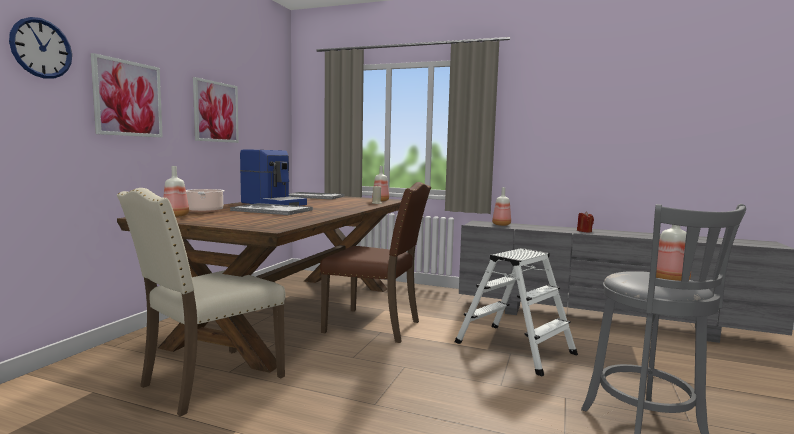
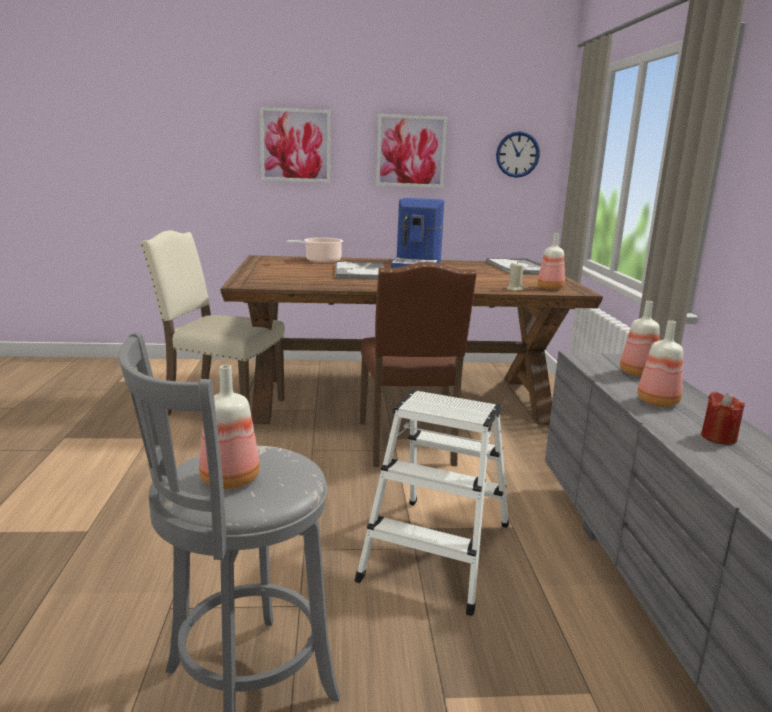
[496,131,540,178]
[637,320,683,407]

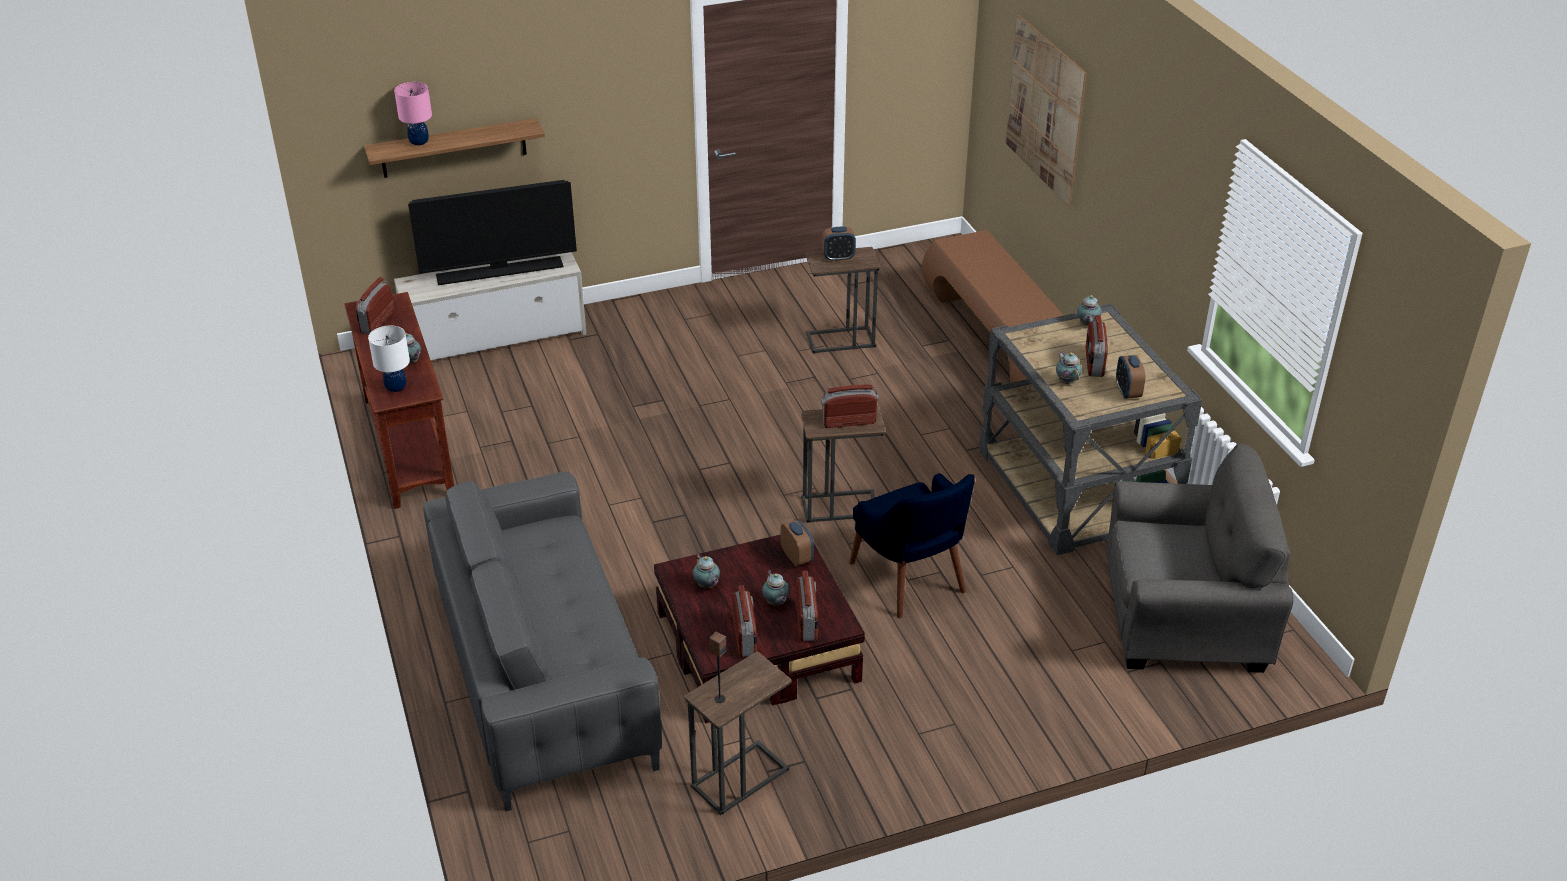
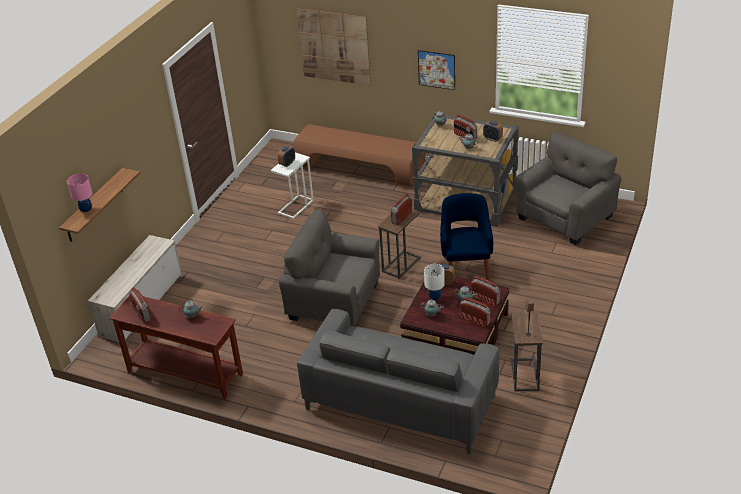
[271,153,314,219]
[279,210,380,327]
[418,50,455,90]
[424,264,445,300]
[440,193,493,281]
[408,180,577,285] (first image)

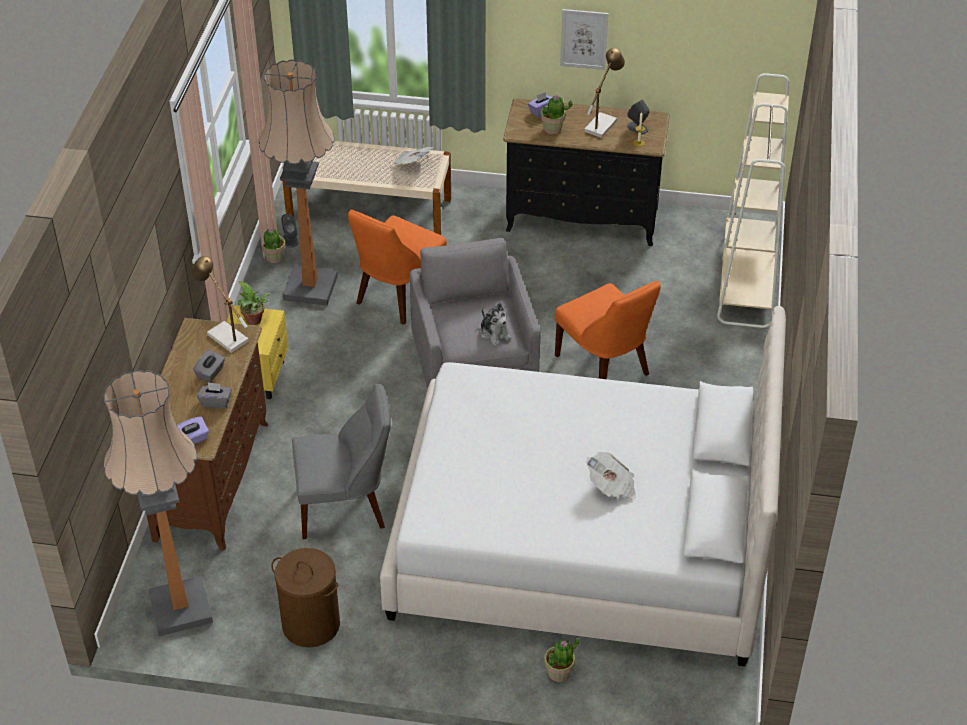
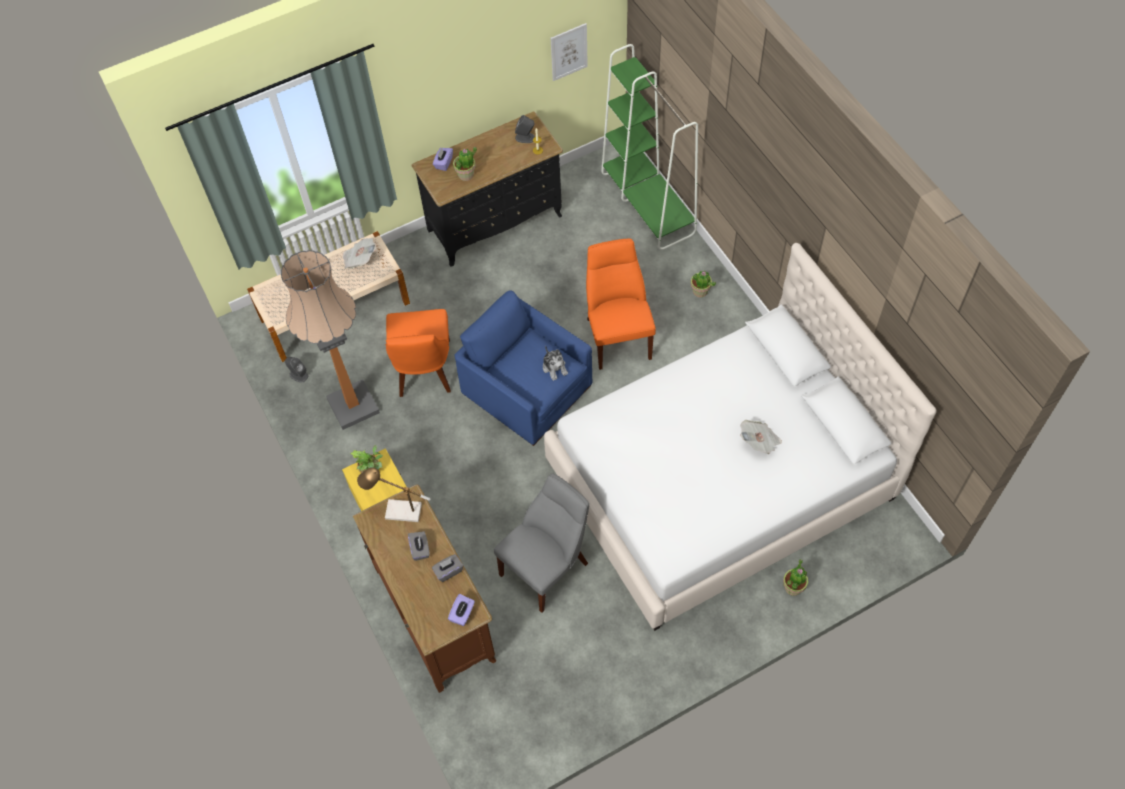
[455,290,592,446]
[543,345,568,381]
[551,23,588,81]
[586,239,656,370]
[601,44,698,250]
[691,270,716,297]
[103,370,213,636] (first image)
[271,548,340,647] (first image)
[584,48,625,138] (first image)

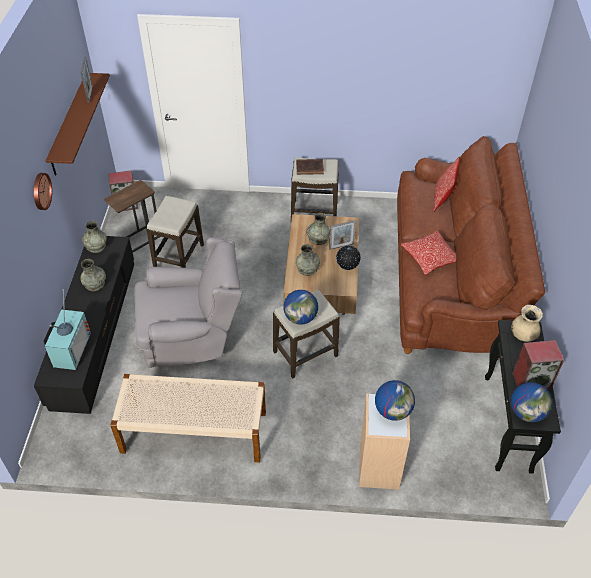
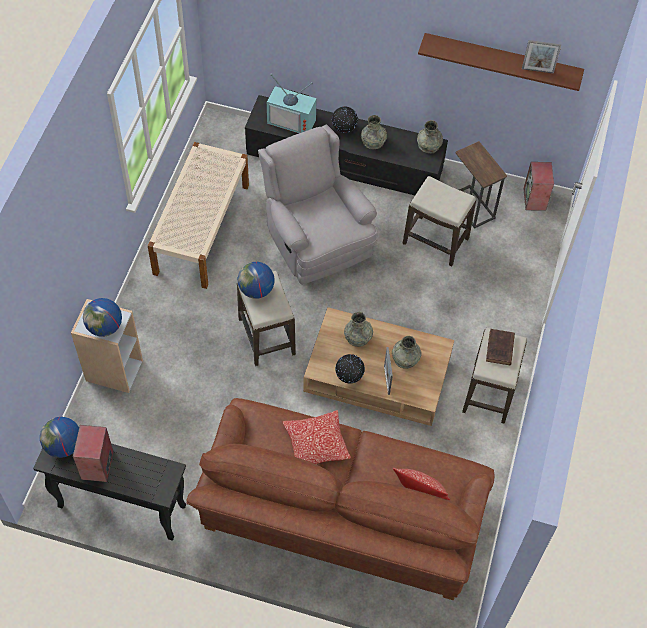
[258,125,377,285]
[332,106,358,133]
[34,173,52,210] (first image)
[511,305,543,342] (first image)

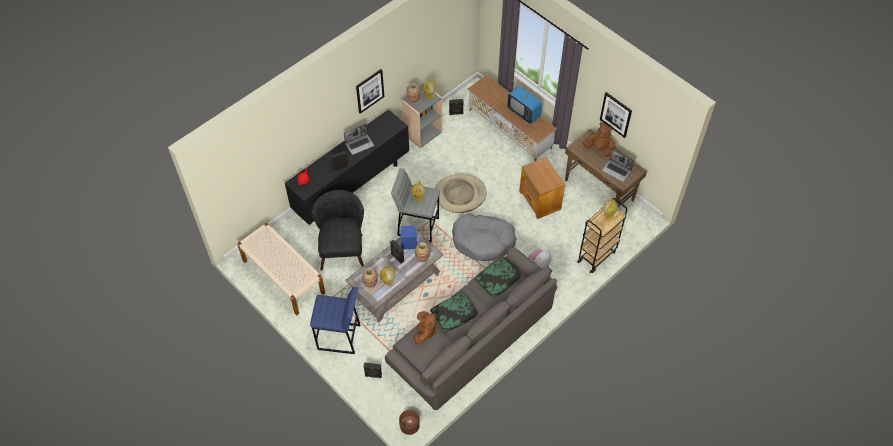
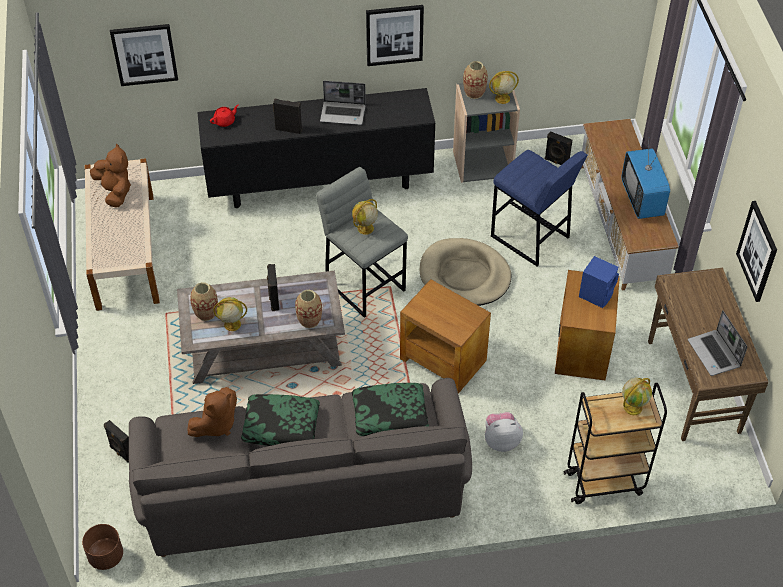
[90,143,131,207]
[110,24,178,86]
[400,279,491,394]
[491,150,587,266]
[579,256,619,308]
[311,190,364,270] (first image)

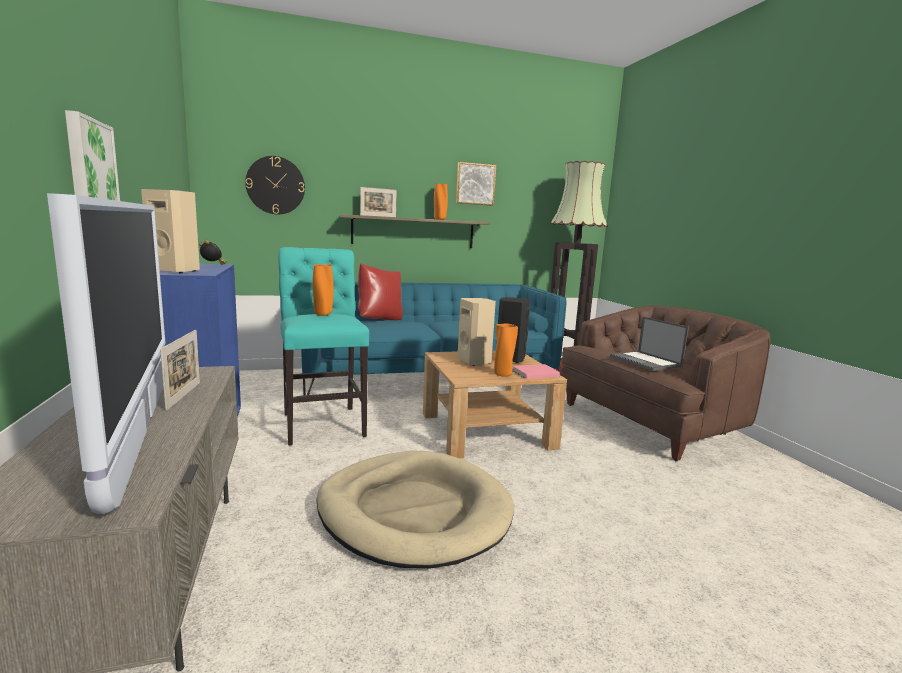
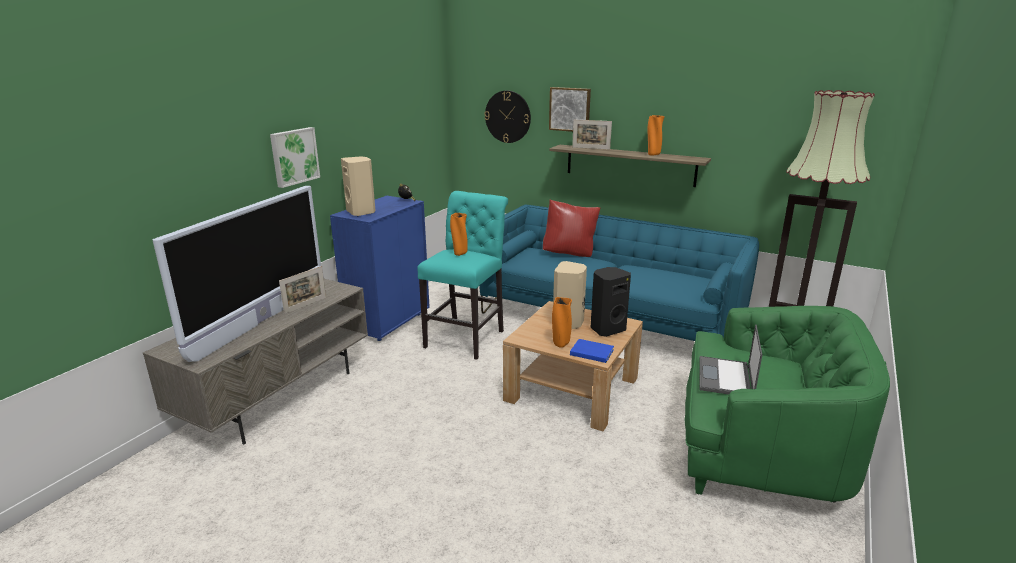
[549,87,591,132]
[570,339,614,363]
[684,306,890,502]
[316,451,514,568] (first image)

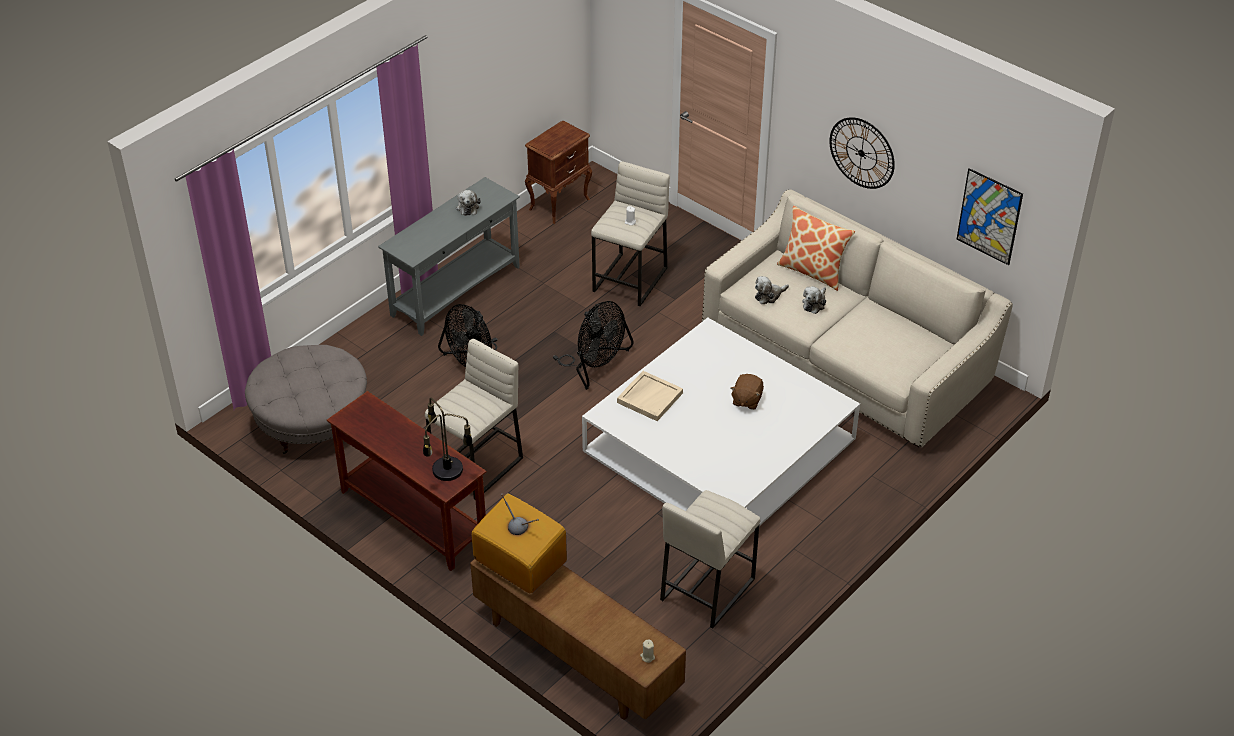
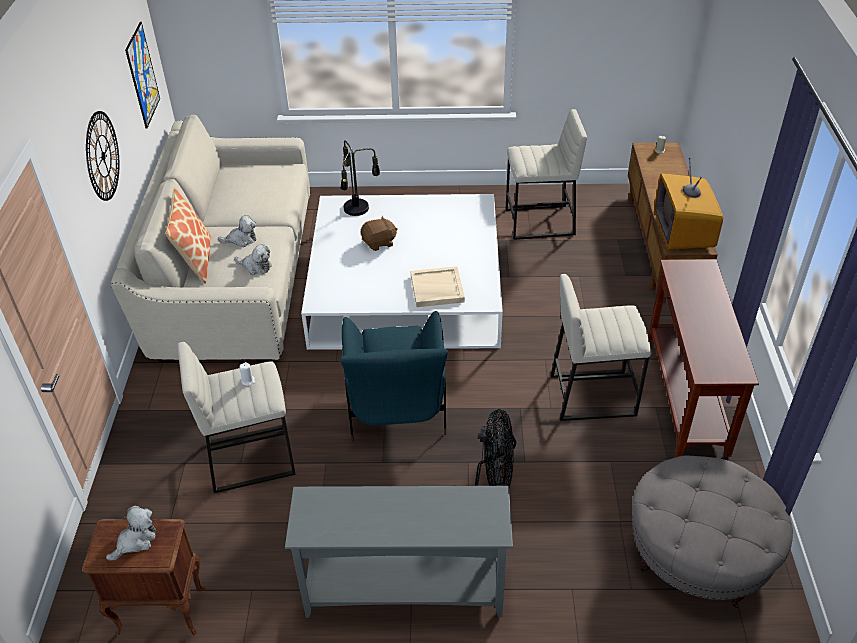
[106,506,156,561]
[340,311,448,442]
[341,140,380,216]

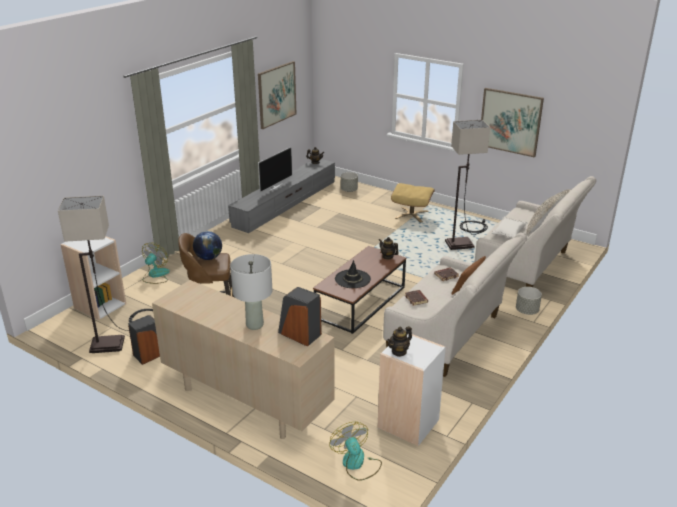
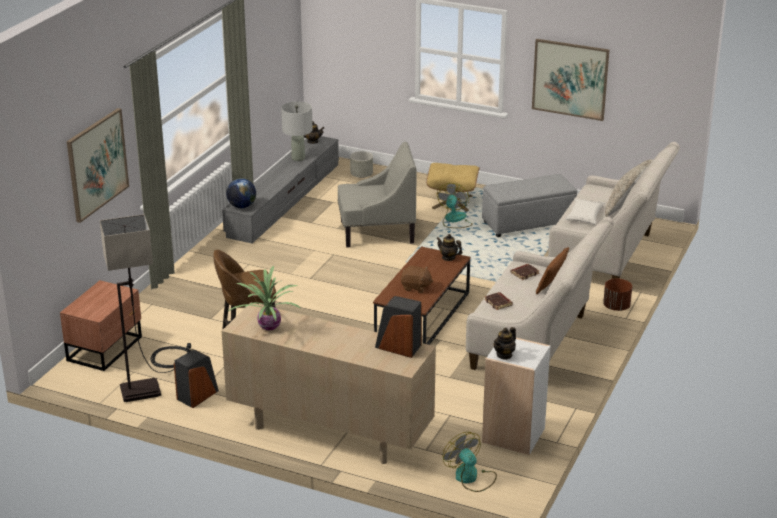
[60,280,142,371]
[67,108,129,223]
[226,178,256,208]
[229,266,301,331]
[281,101,313,161]
[338,142,417,248]
[401,266,433,293]
[437,183,472,228]
[482,174,577,237]
[603,278,632,311]
[258,147,293,192] (first image)

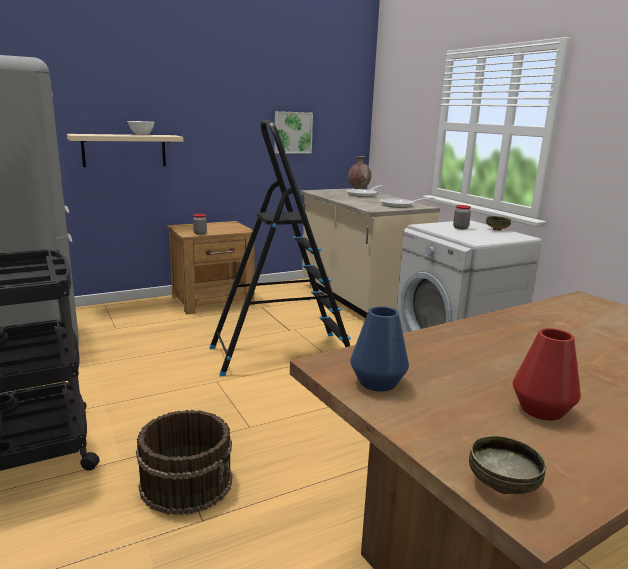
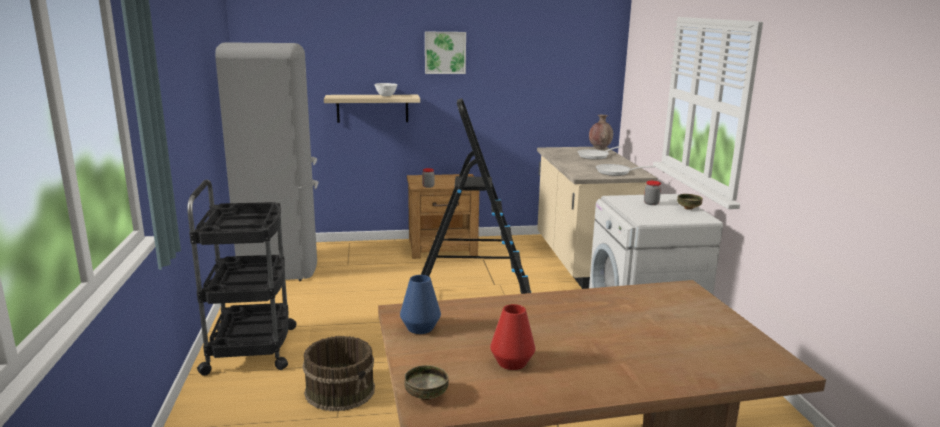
[425,32,466,74]

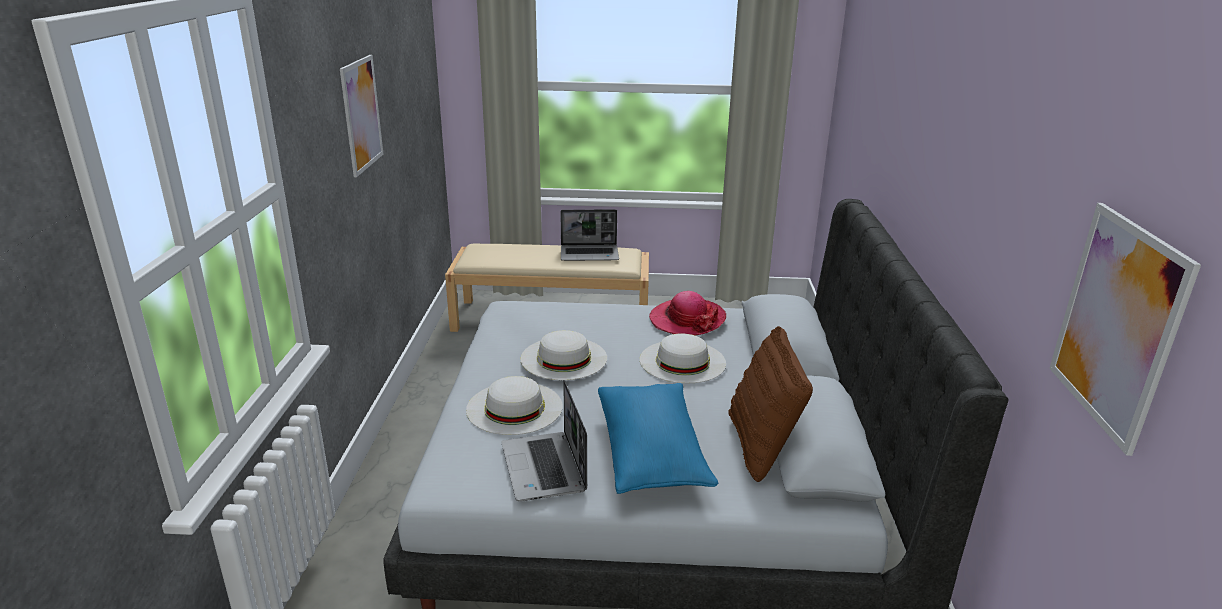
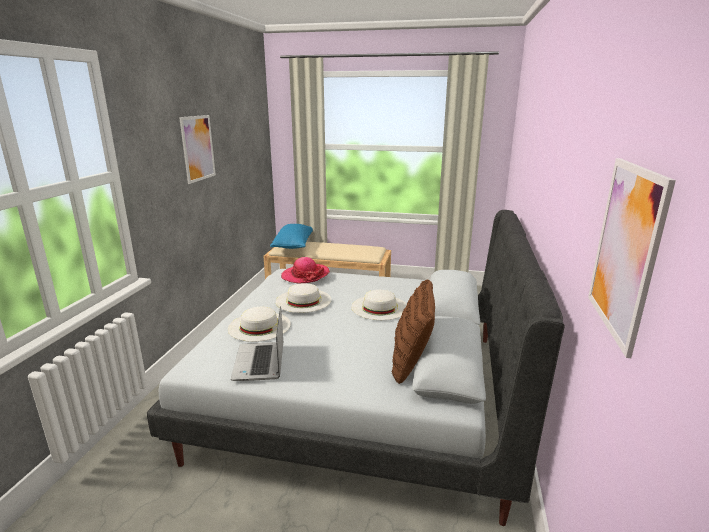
[270,224,313,249]
[281,257,330,284]
[560,210,619,261] (first image)

